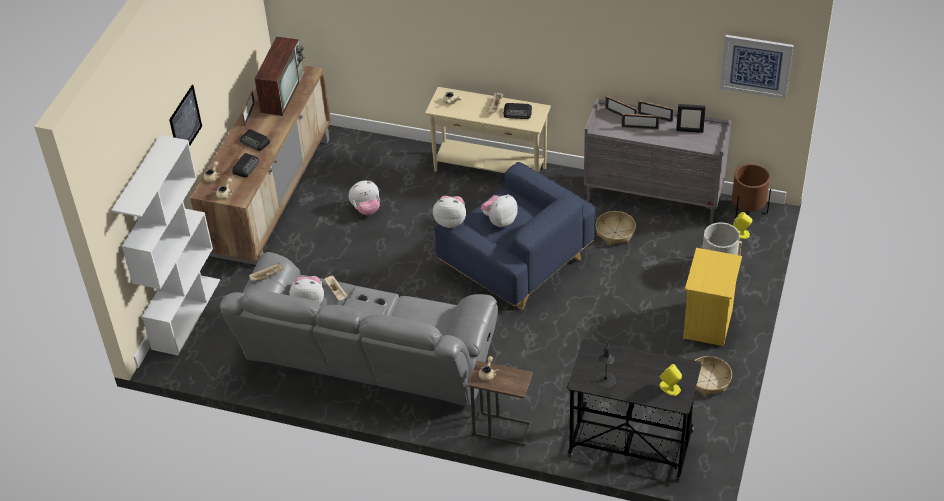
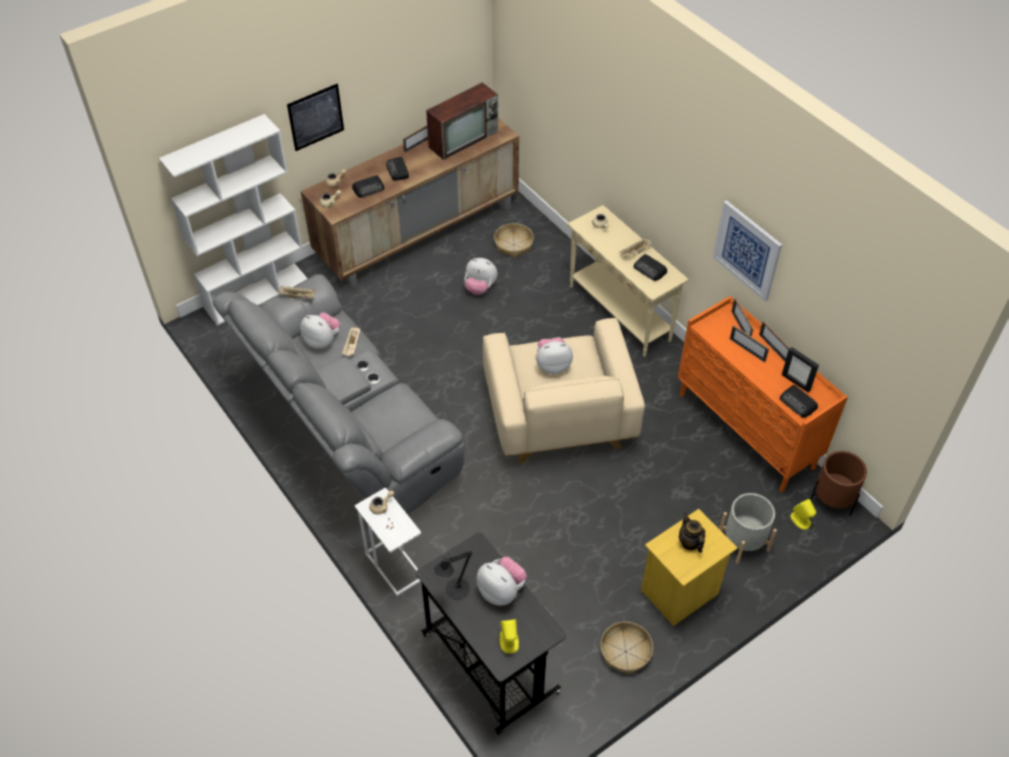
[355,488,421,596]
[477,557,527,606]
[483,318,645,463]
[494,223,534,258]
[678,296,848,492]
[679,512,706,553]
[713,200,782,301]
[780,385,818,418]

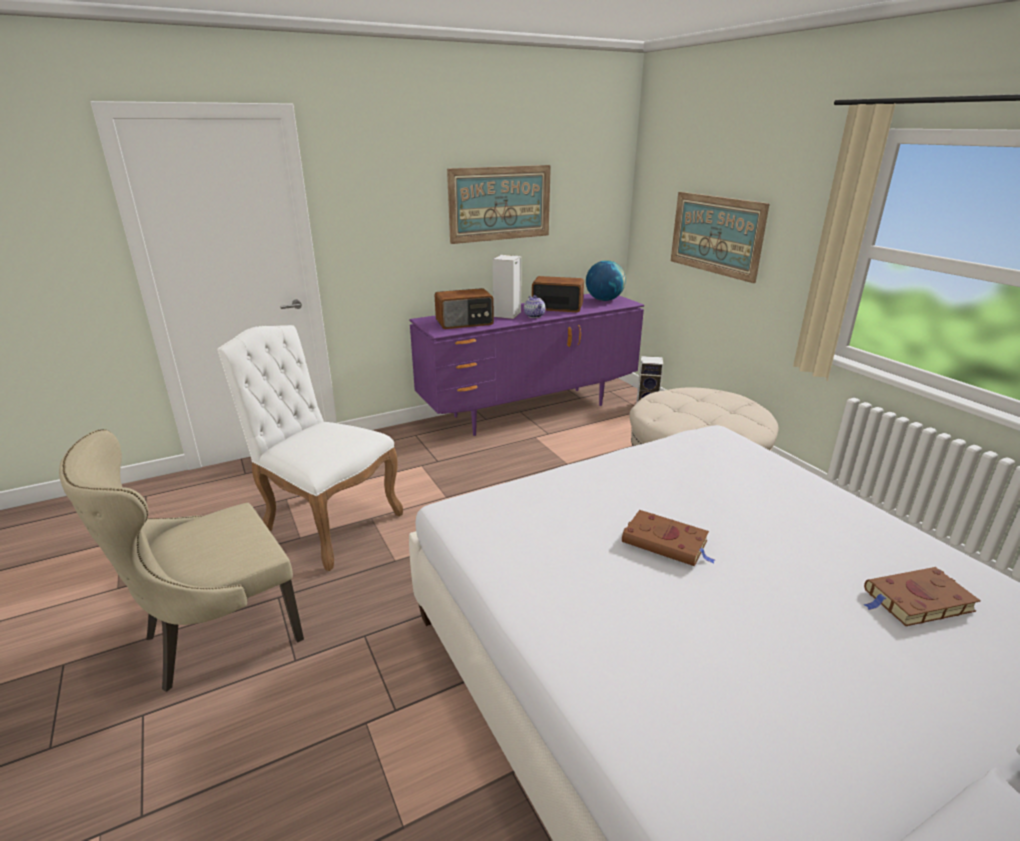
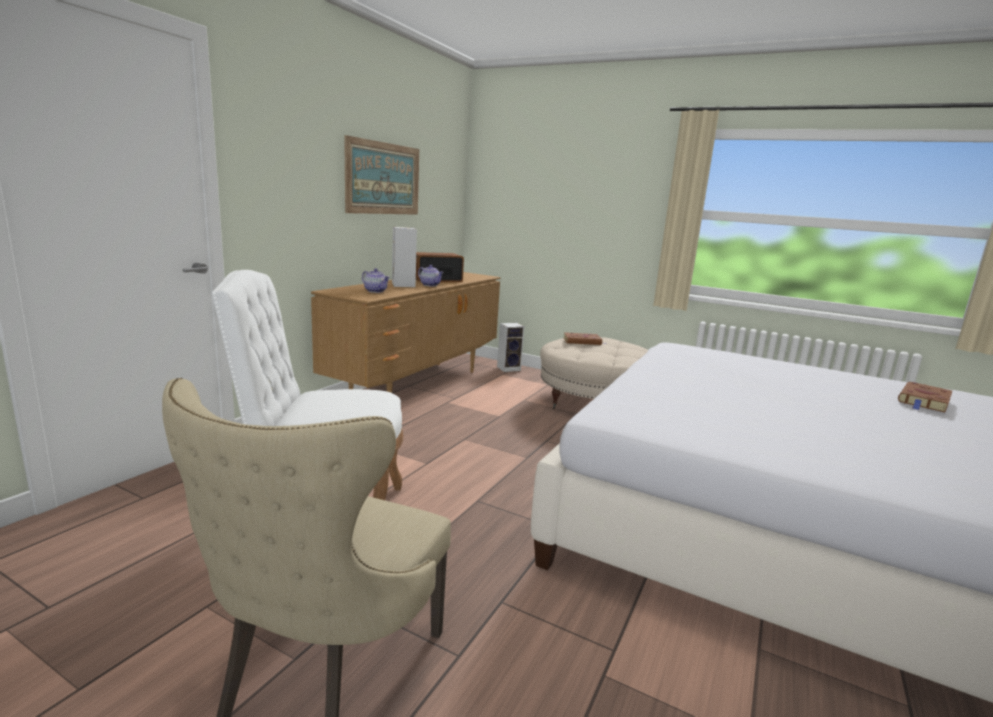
[311,272,500,393]
[362,268,390,293]
[564,332,606,345]
[586,260,626,301] (first image)
[671,192,769,283] (first image)

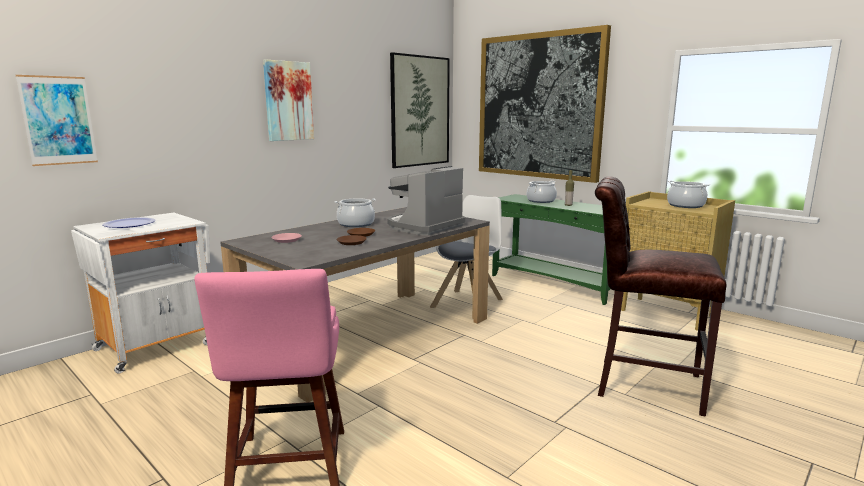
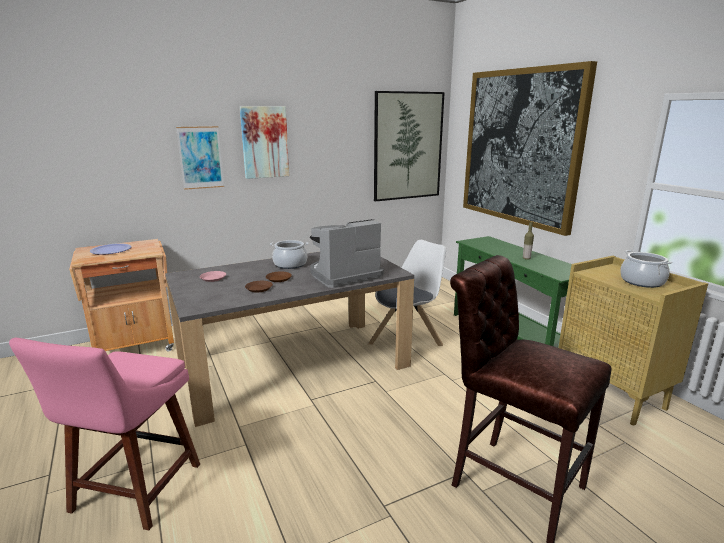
[69,239,174,352]
[176,126,224,190]
[527,181,557,203] (first image)

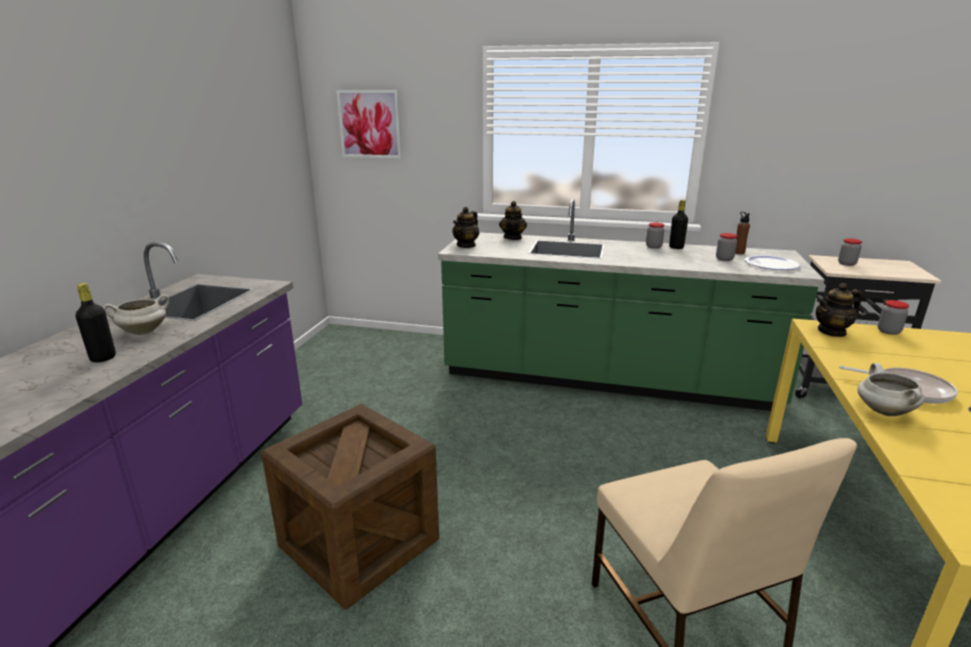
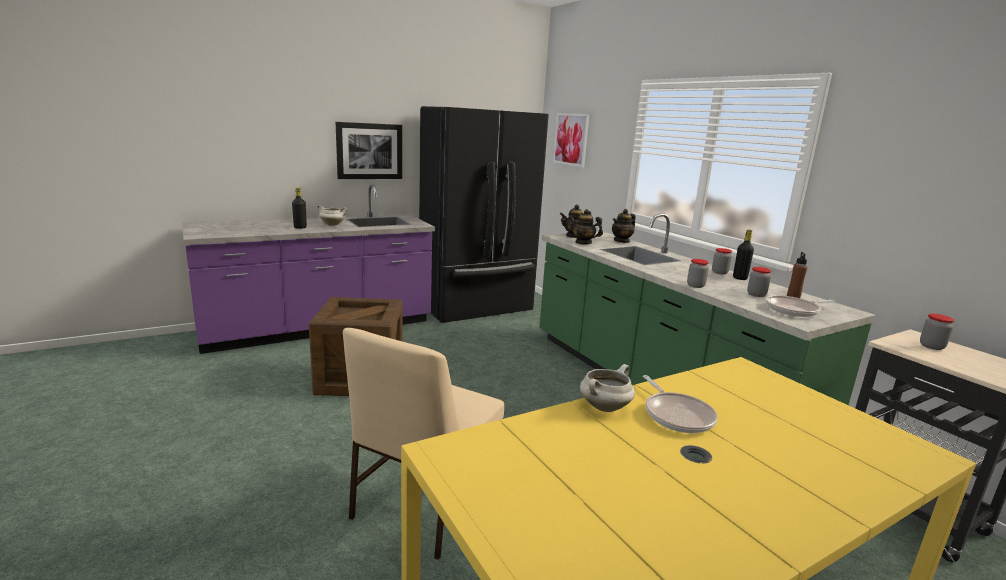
[336,122,402,179]
[419,106,549,323]
[569,209,603,245]
[687,259,709,288]
[765,295,835,317]

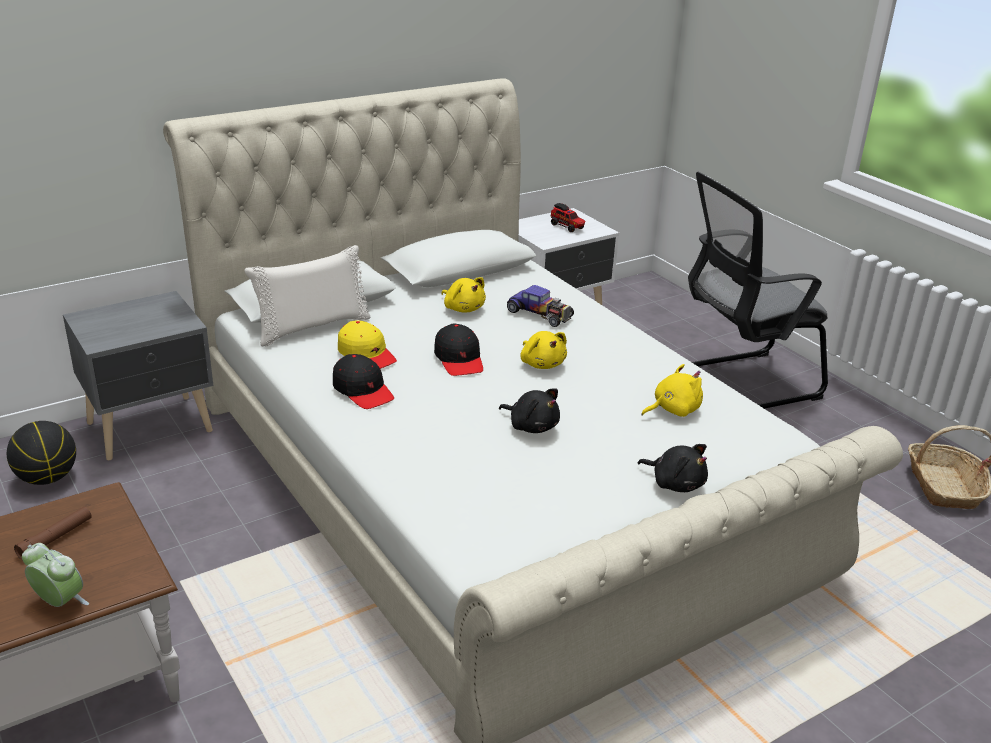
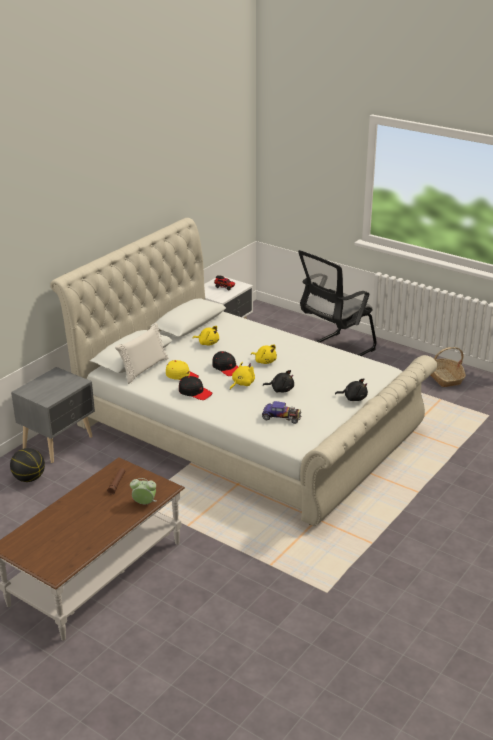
[230,362,255,390]
[262,401,301,424]

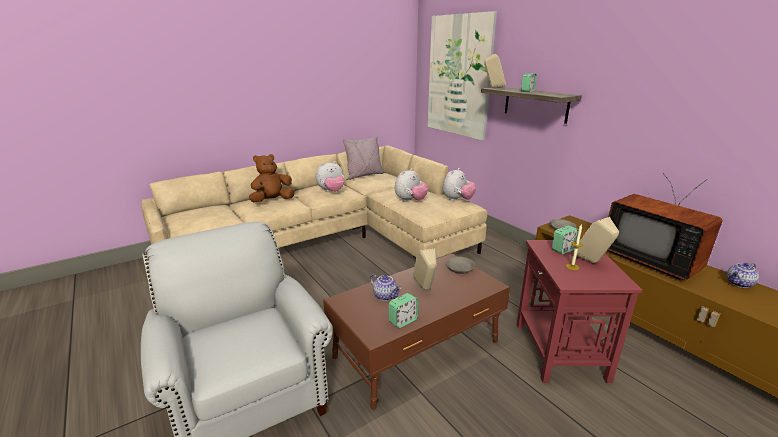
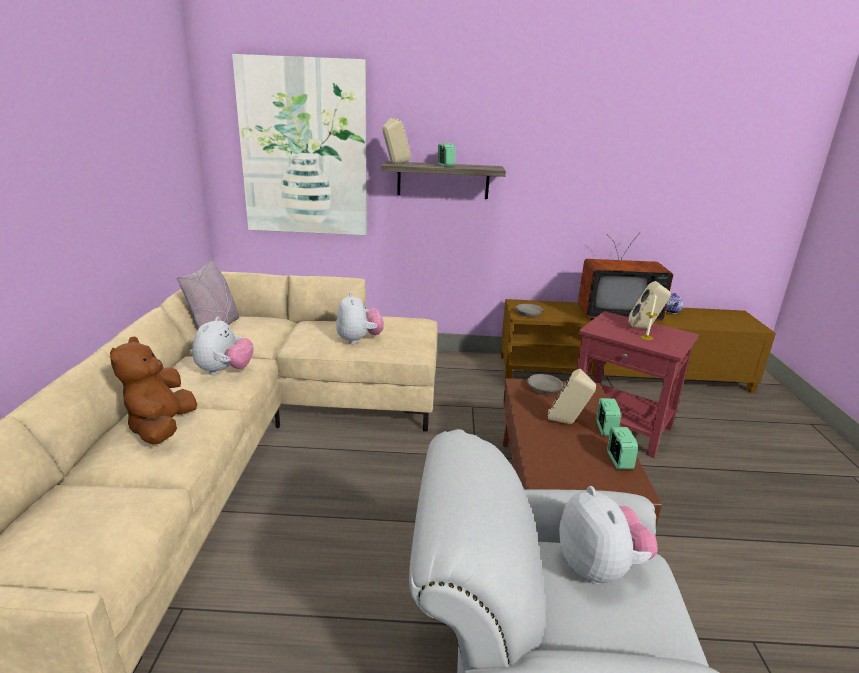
[559,486,658,584]
[597,398,621,436]
[370,274,401,301] (first image)

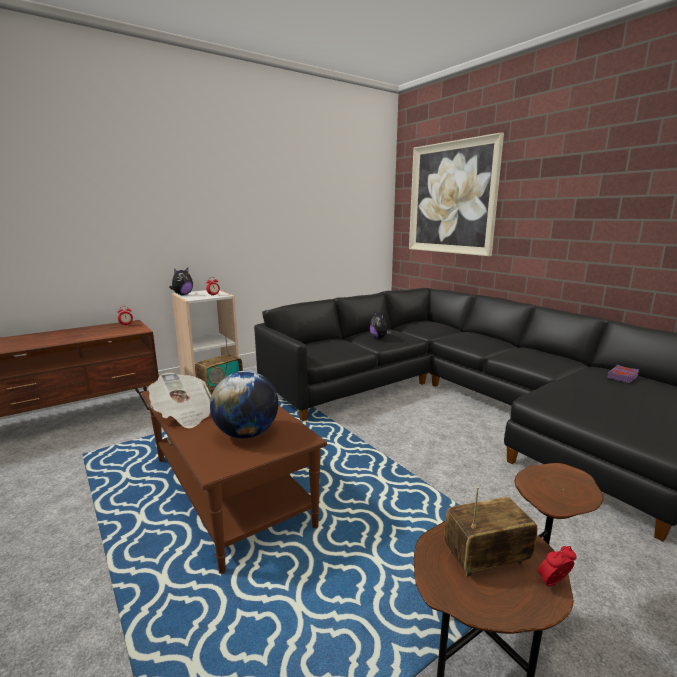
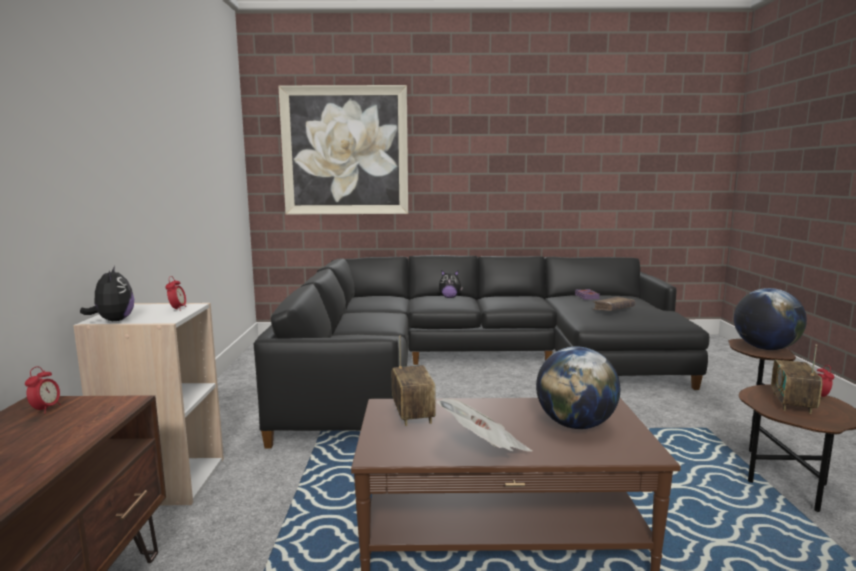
[439,271,463,298]
[593,297,635,311]
[734,288,807,350]

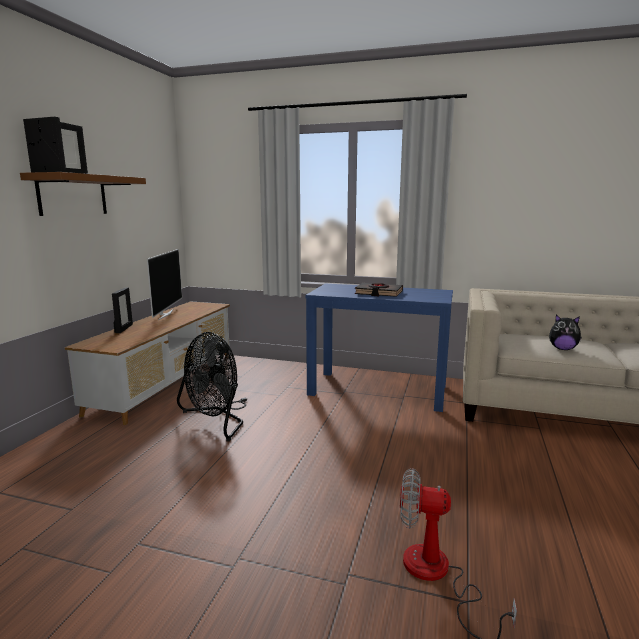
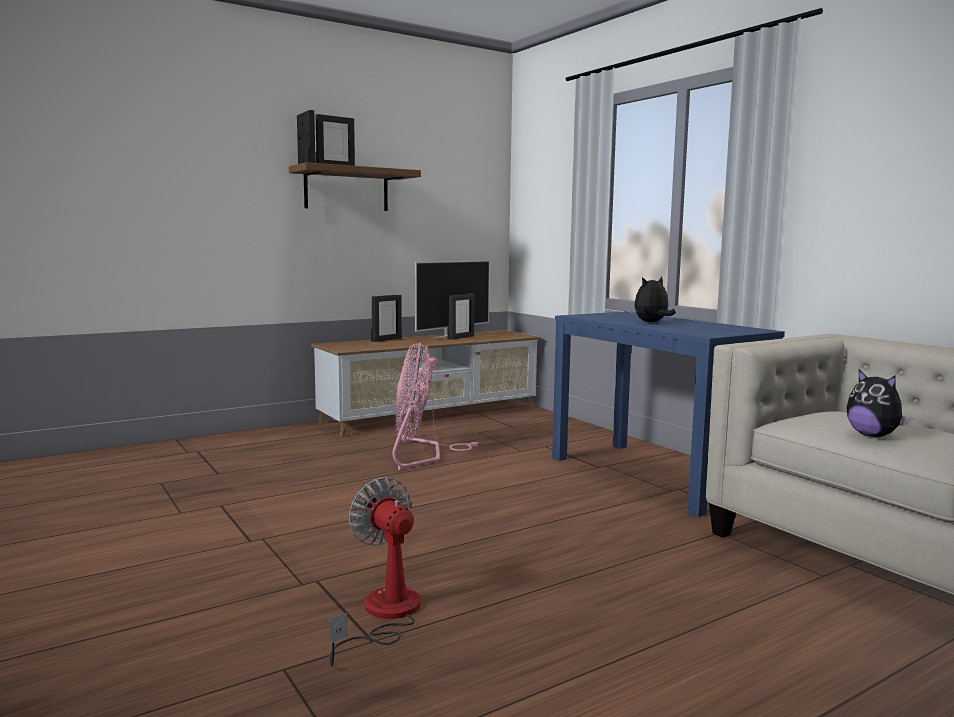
[392,342,480,470]
[447,294,475,340]
[634,277,676,323]

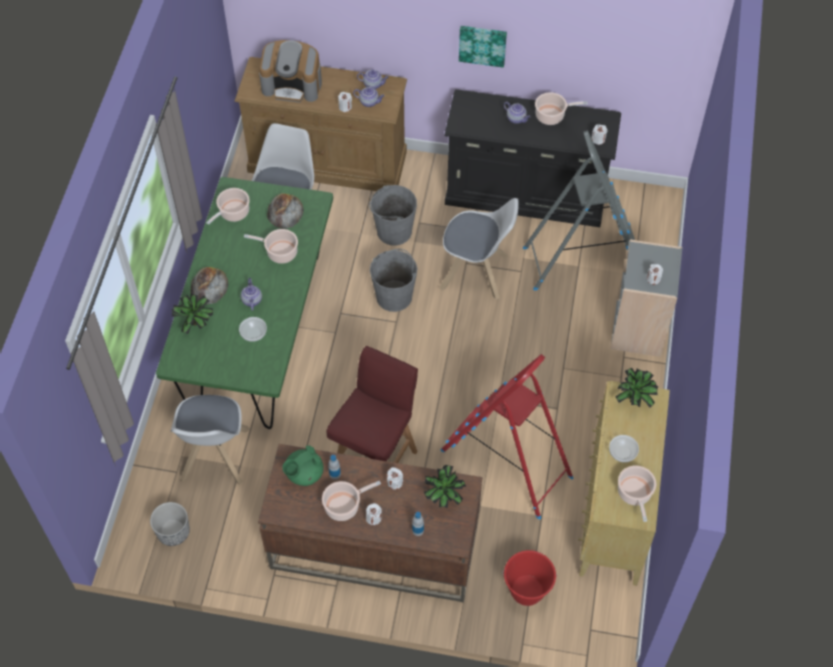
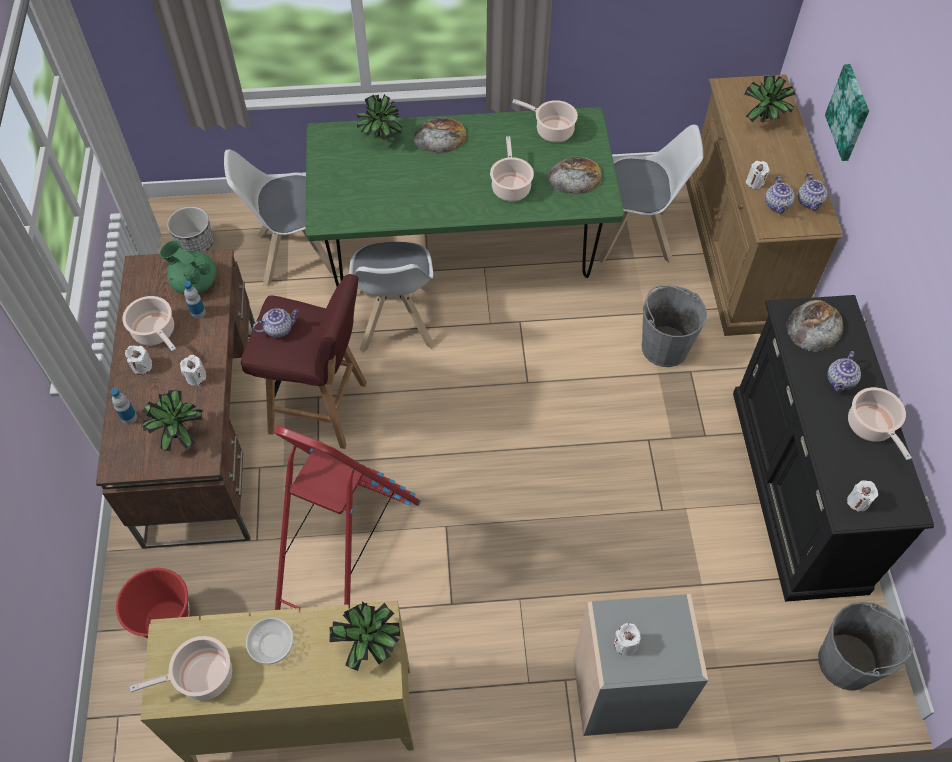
[253,308,299,338]
[349,242,435,352]
[744,75,796,122]
[786,300,843,352]
[818,602,914,691]
[825,64,869,161]
[239,317,267,342] (first image)
[523,130,635,290] (first image)

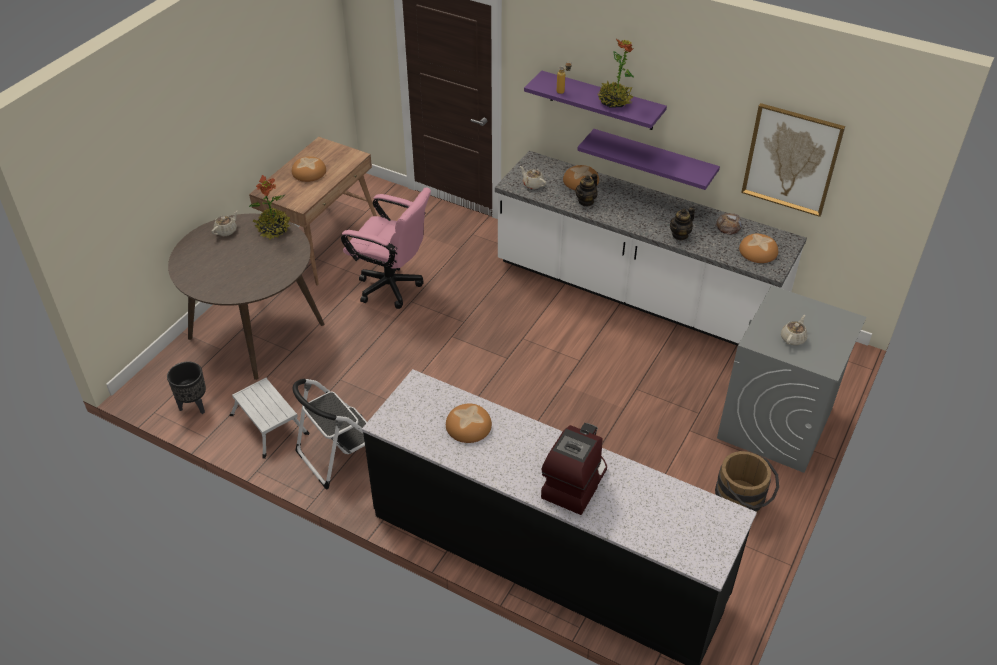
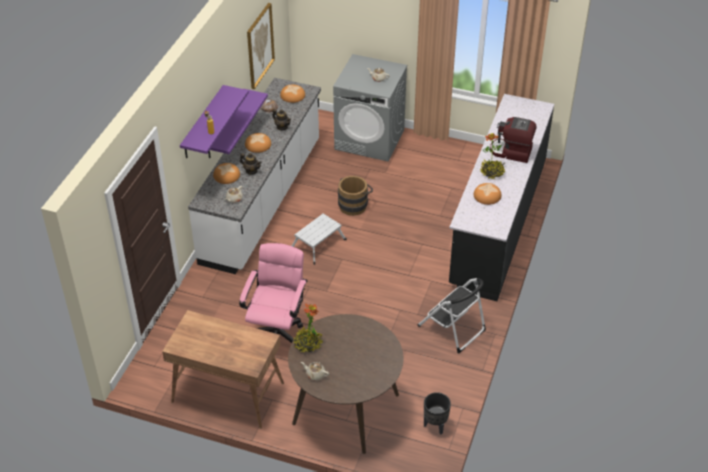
[245,133,271,153]
[292,213,347,265]
[338,176,373,216]
[480,133,505,179]

